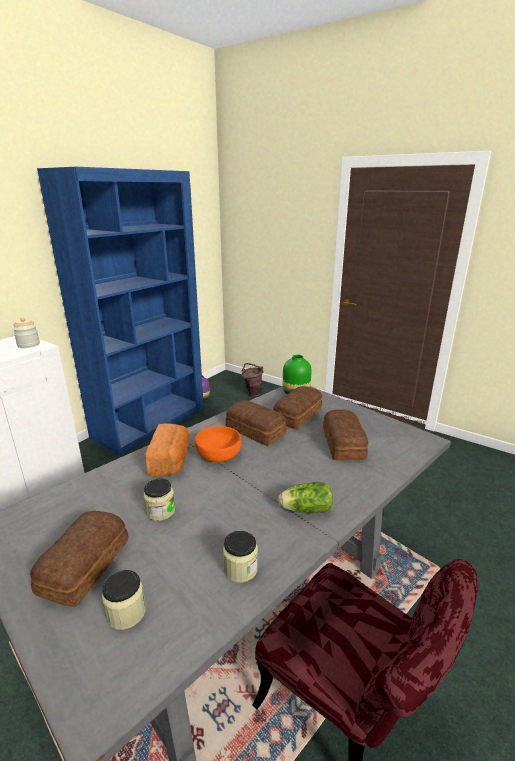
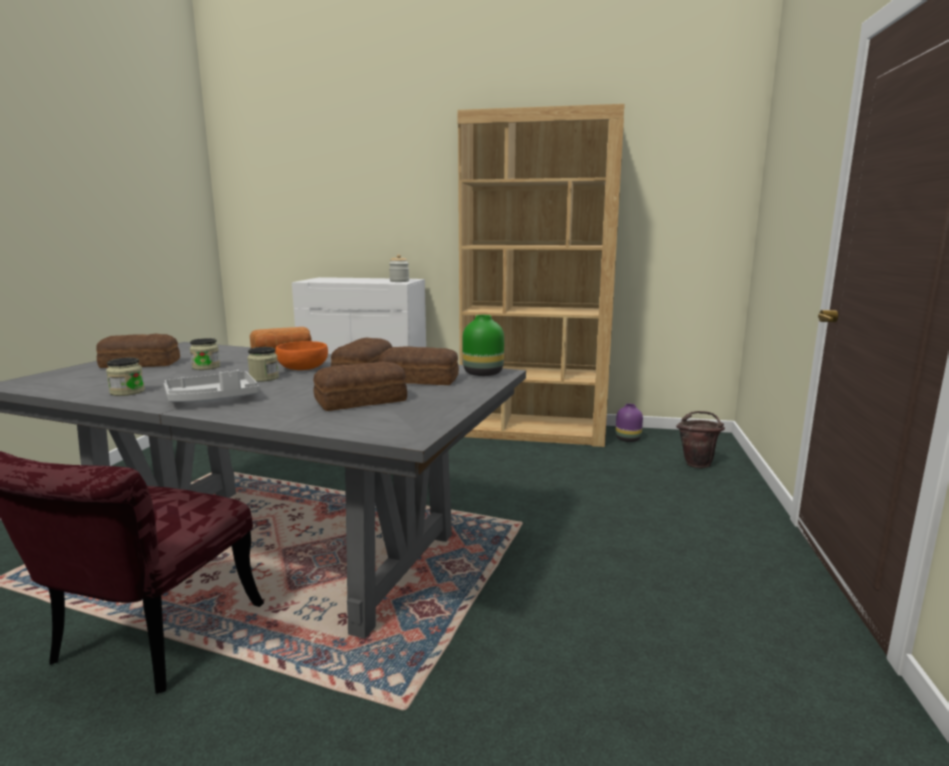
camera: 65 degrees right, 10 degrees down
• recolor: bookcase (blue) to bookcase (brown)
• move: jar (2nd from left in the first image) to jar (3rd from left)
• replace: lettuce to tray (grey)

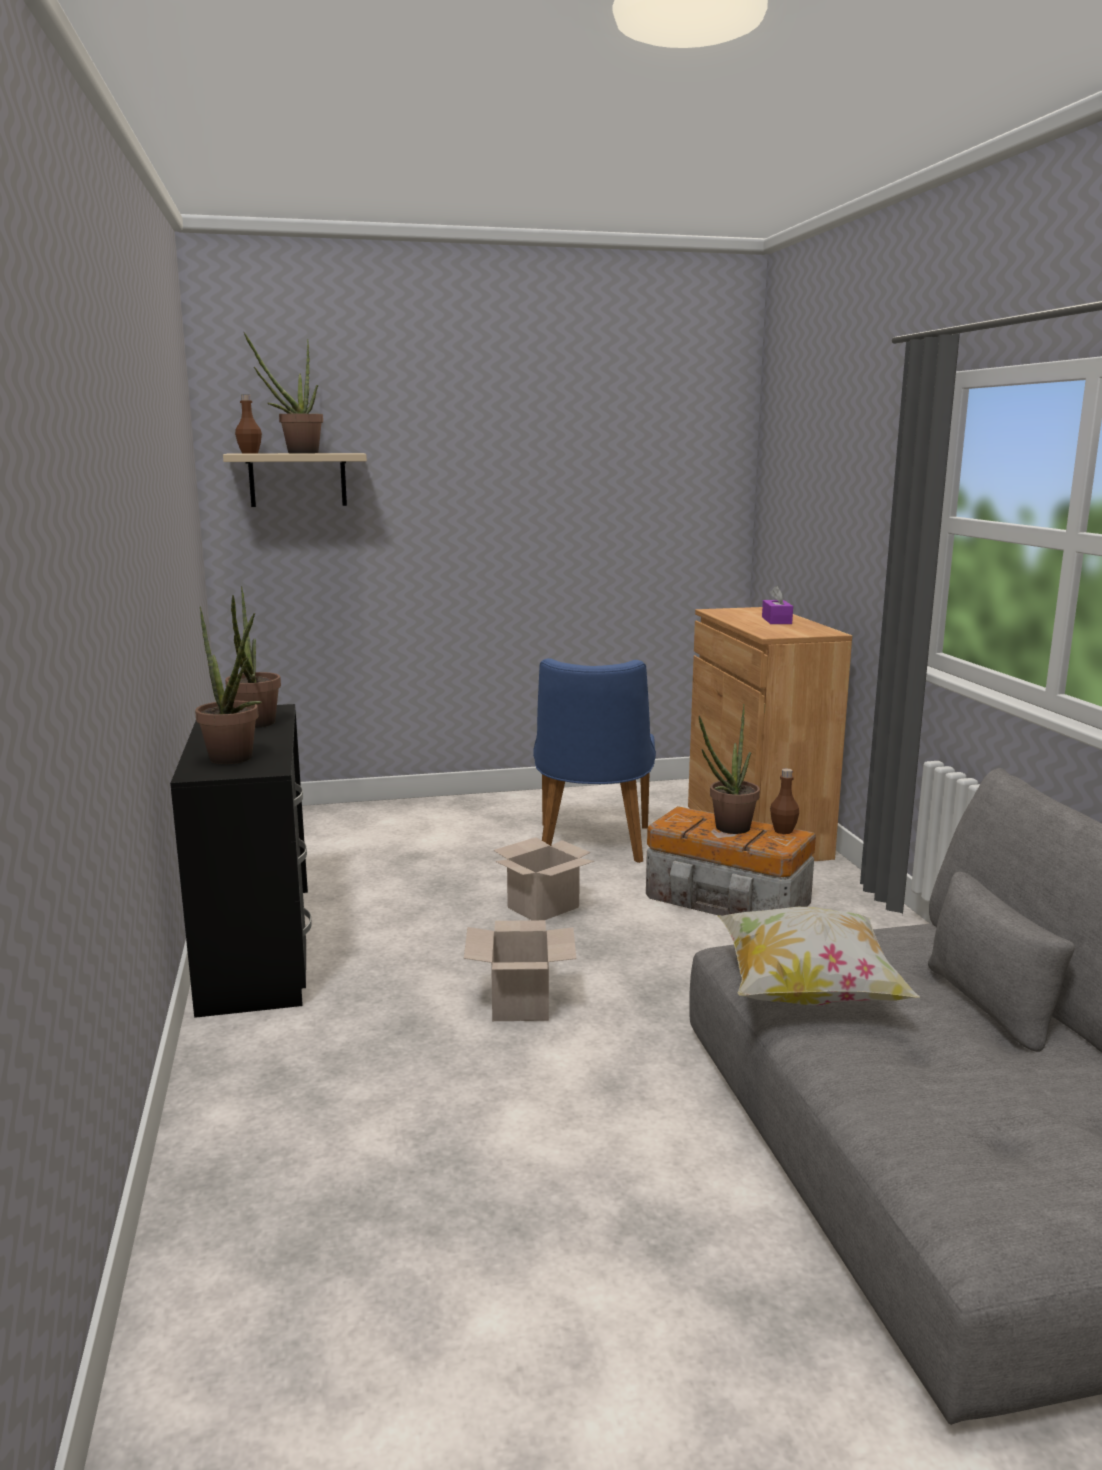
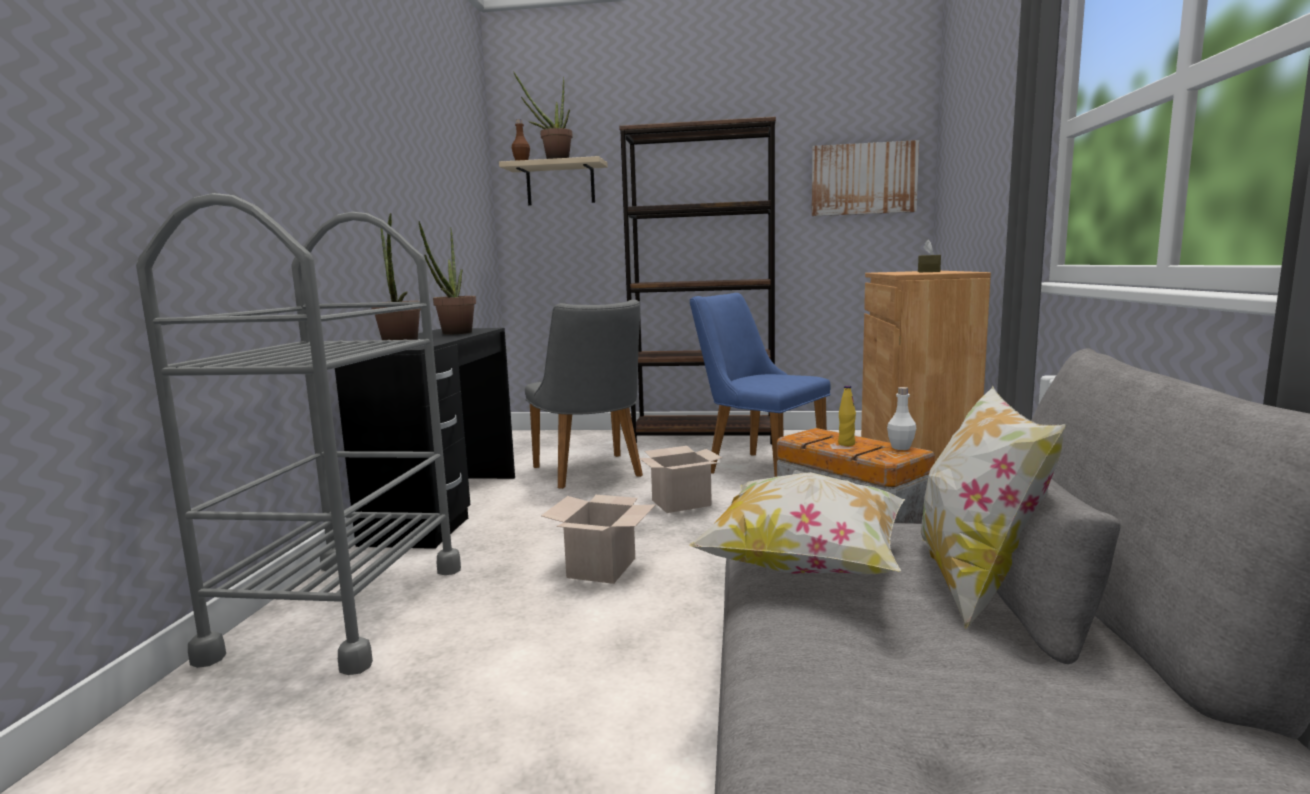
camera: 20 degrees right, 5 degrees down
• rotate: chair (blue) 105 degrees clockwise
• replace: potted plant (4th from left) to bottle (yellow)
• recolor: tissue box (purple) to tissue box (brown)
• recolor: bottle (brown) (2nd from left) to bottle (white)
• insert: cart (grey)
• insert: chair (grey)
• insert: bookcase (brown)
• insert: picture
• insert: pillow (2nd from left)

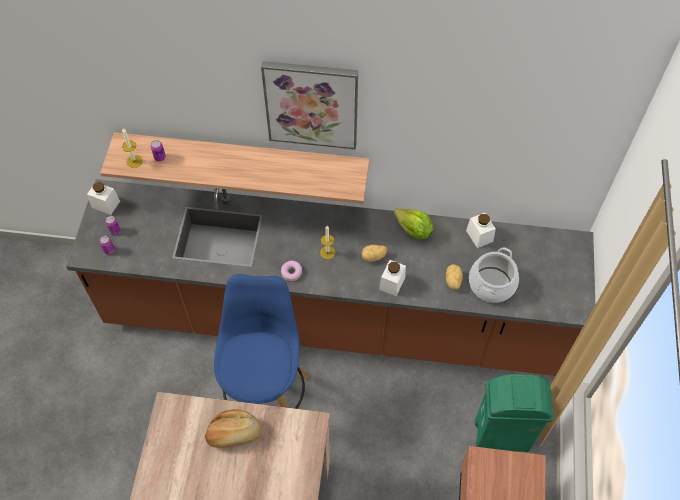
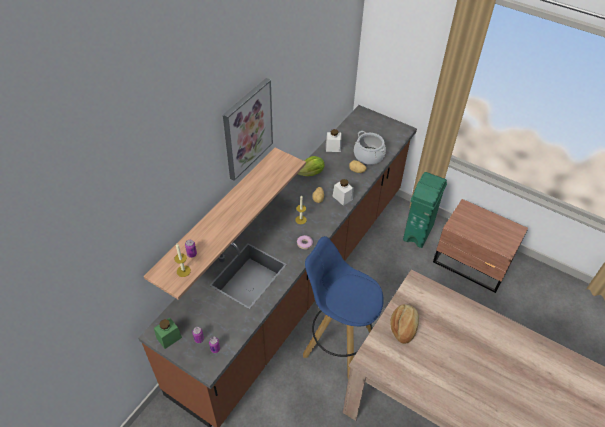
camera: 65 degrees left, 10 degrees down
• recolor: jar (white) (1st from left) to jar (green)

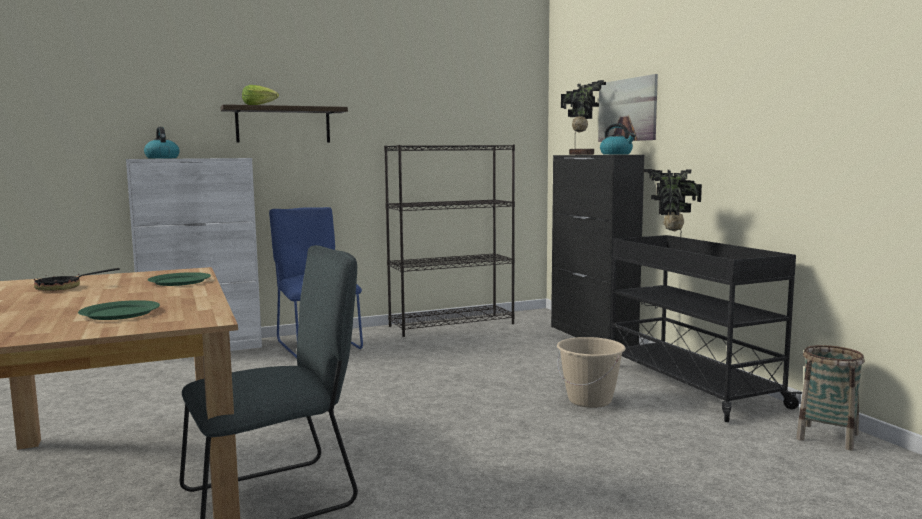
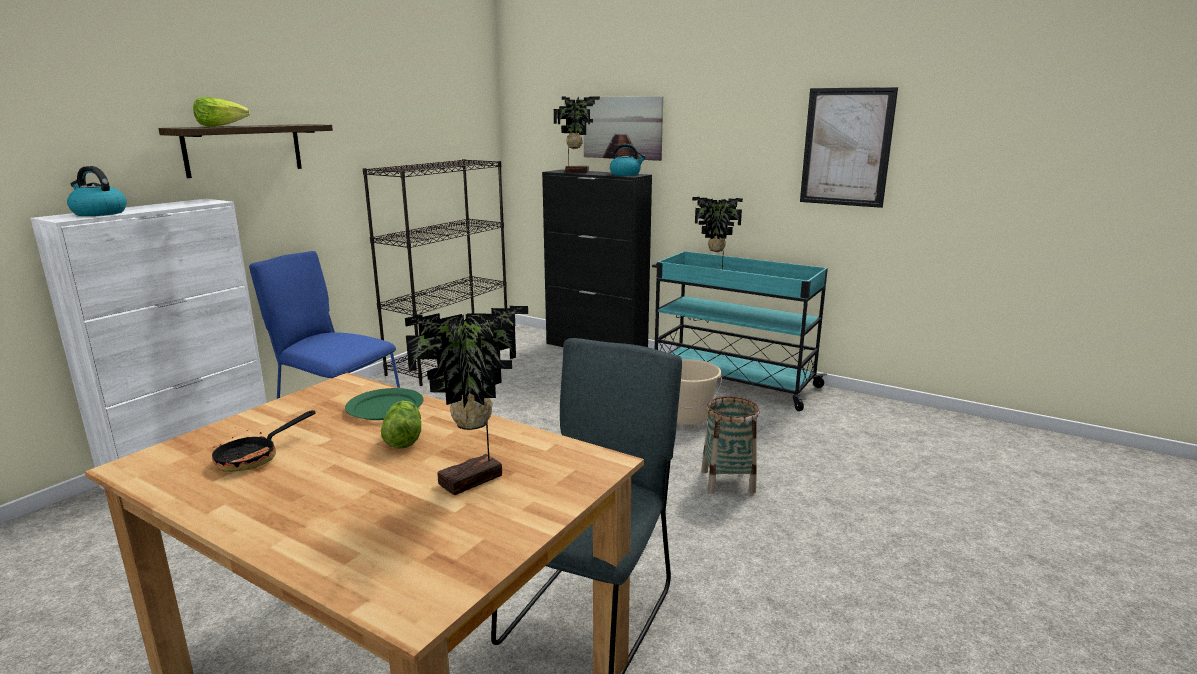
camera: 35 degrees left, 10 degrees up
• replace: plate (green) (1st from left) to potted plant (1st from left)
• recolor: cart (black) to cart (turquoise)
• move: basket
• insert: lettuce (2nd from left)
• insert: picture (2nd from left)

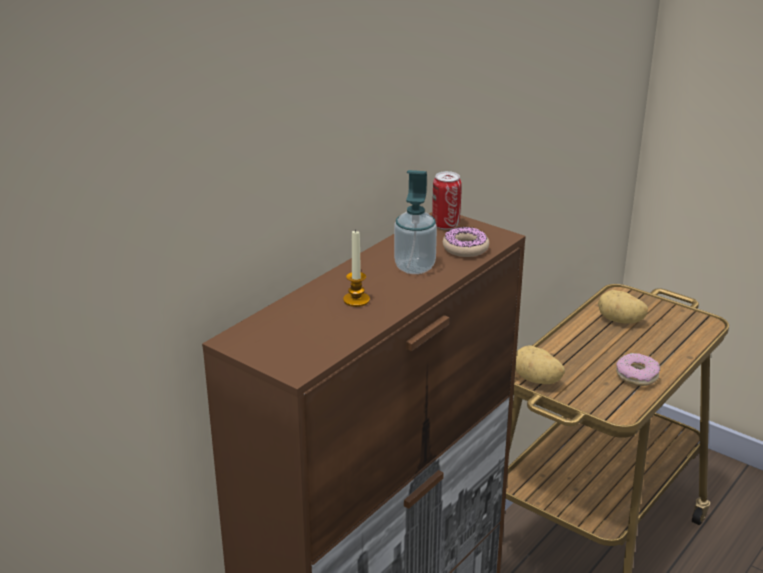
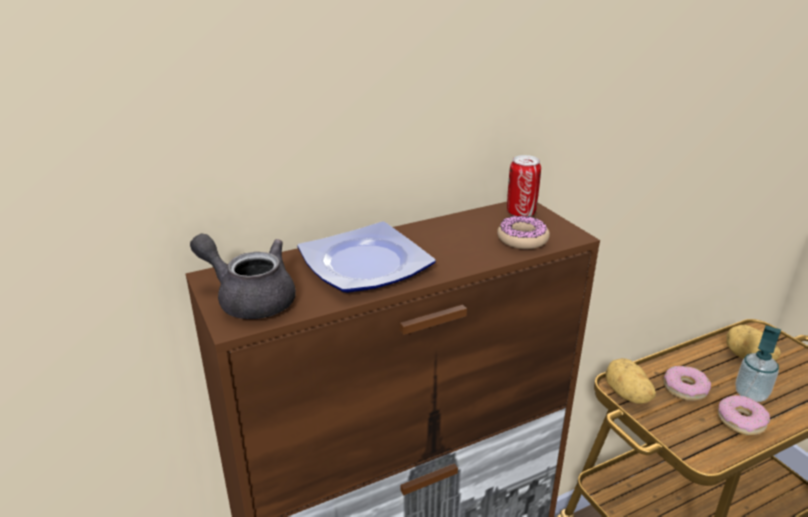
camera: 25 degrees right, 0 degrees up
• replace: candle to plate
• move: soap dispenser
• insert: teapot (grey)
• insert: donut (2nd from left)

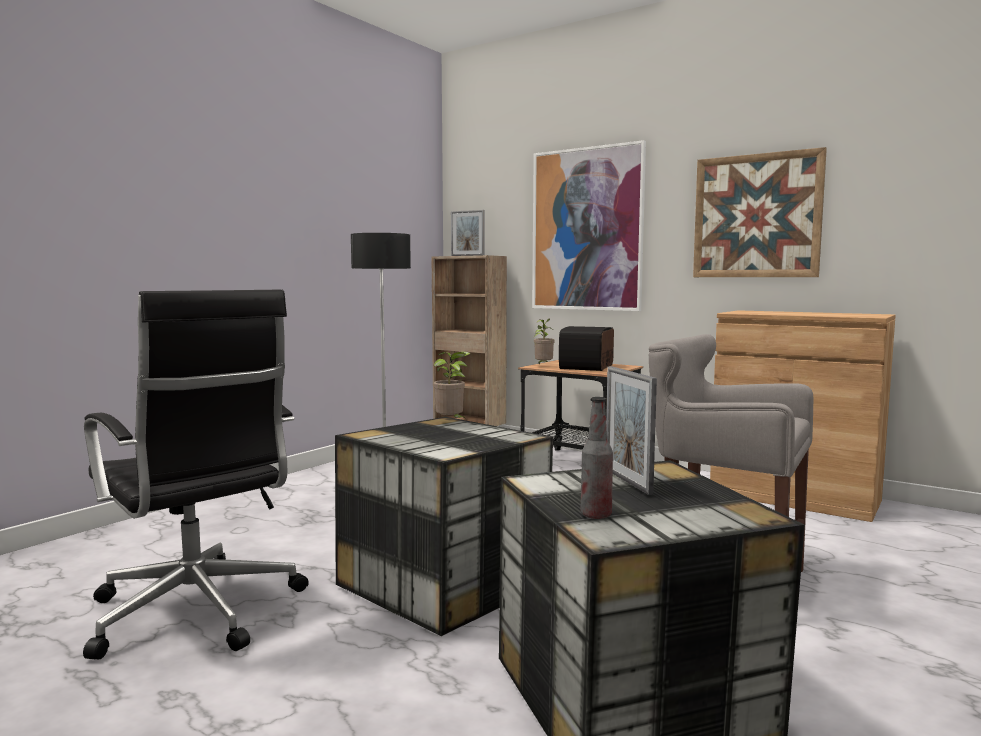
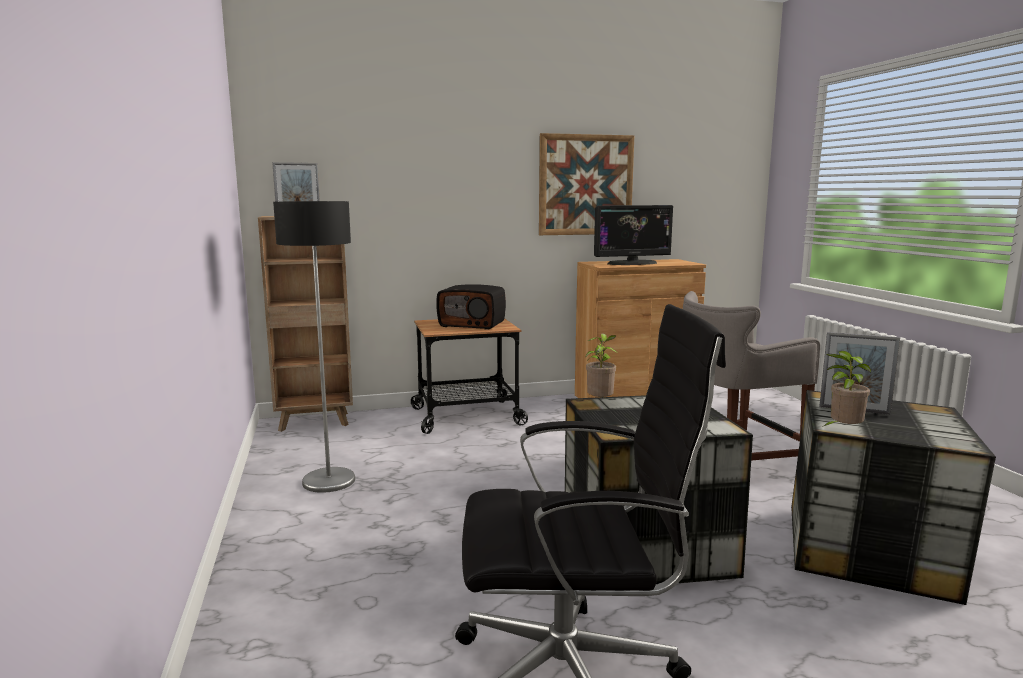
camera: 50 degrees left, 5 degrees up
• delete: picture (1st from left)
• move: potted plant (2nd from left)
• rotate: radio 45 degrees counterclockwise
• delete: bottle
• insert: monitor

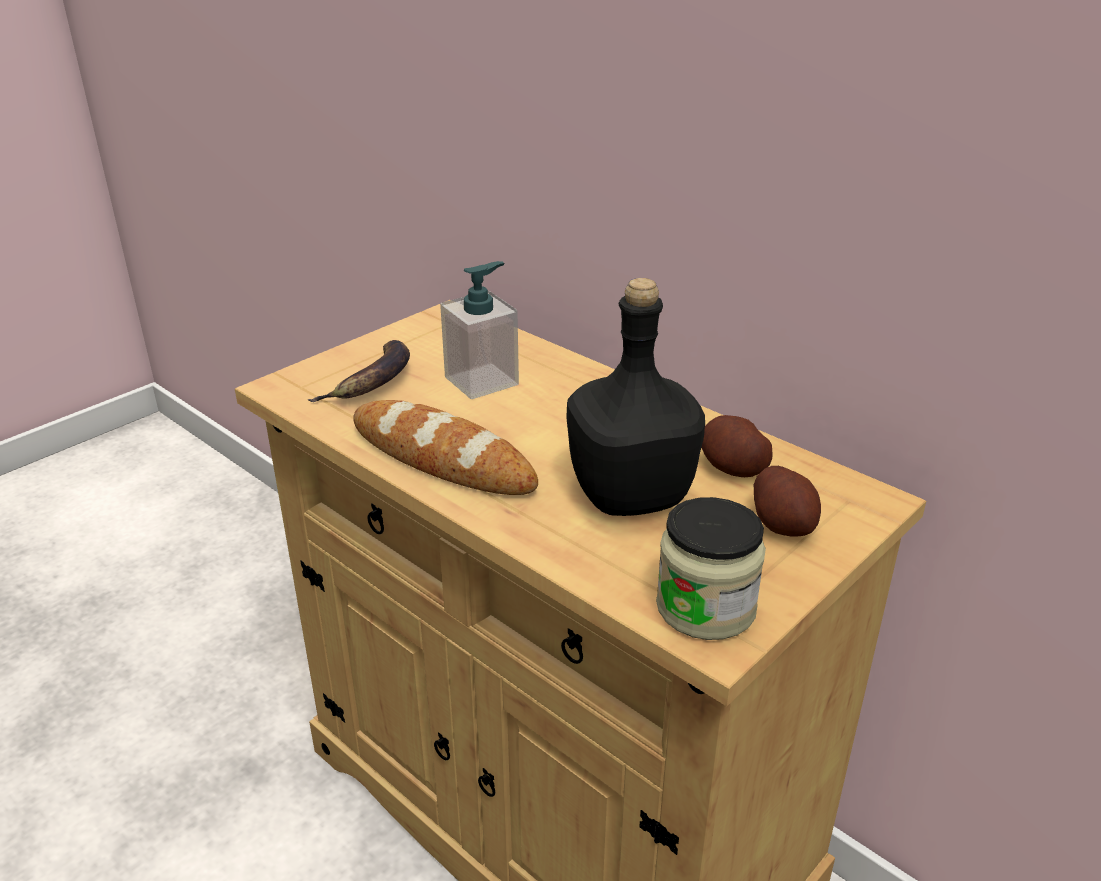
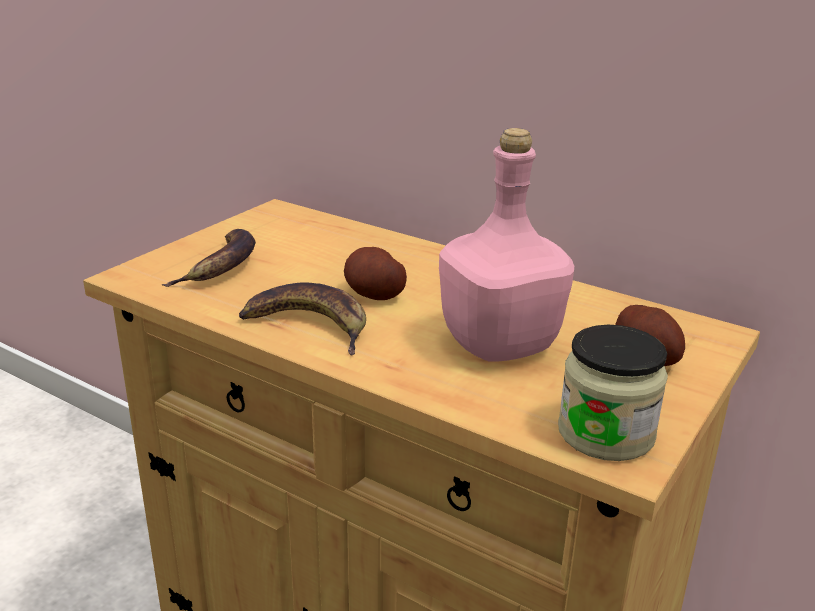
camera: 10 degrees left, 5 degrees down
• replace: bread to banana (2nd from left)
• delete: soap dispenser
• recolor: bottle (black) to bottle (pink)
• move: potato (1st from left)

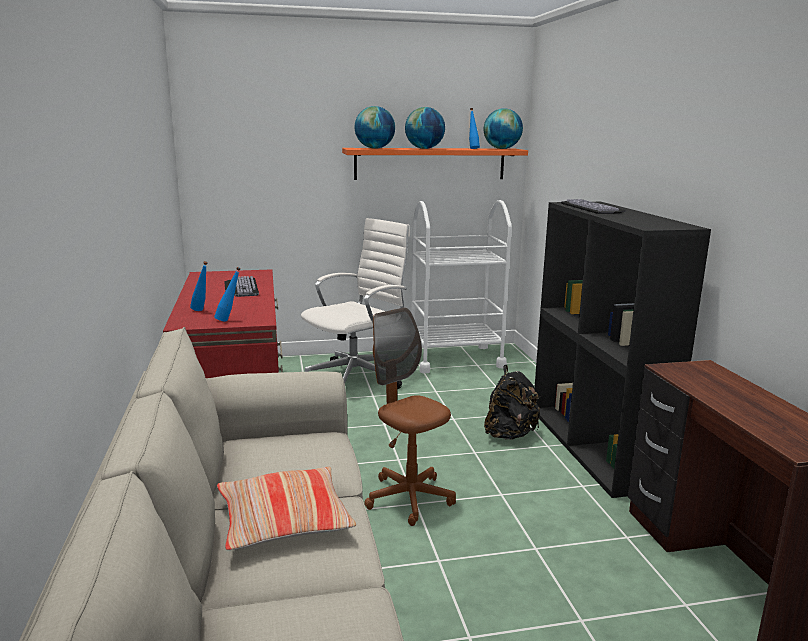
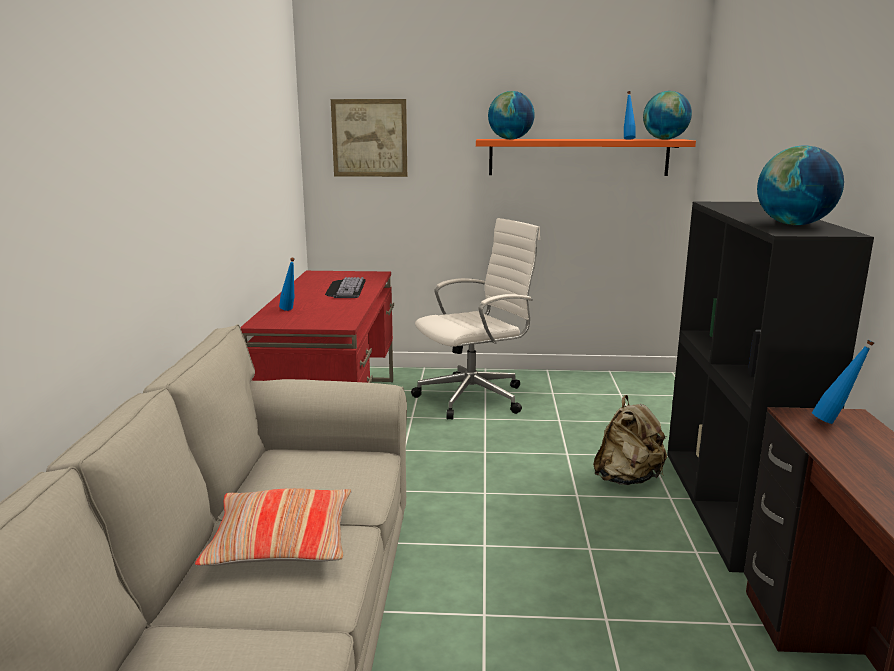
camera: 15 degrees right, 0 degrees up
• move: bottle (blue) (2nd from left in the first image) to bottle (blue) (3rd from left)
• delete: office chair (brown)
• move: globe (2nd from left in the first image) to globe (3rd from left)
• delete: cart (white)
• recolor: backpack (black) to backpack (beige)
• delete: keyboard (2nd from left)
• insert: picture

